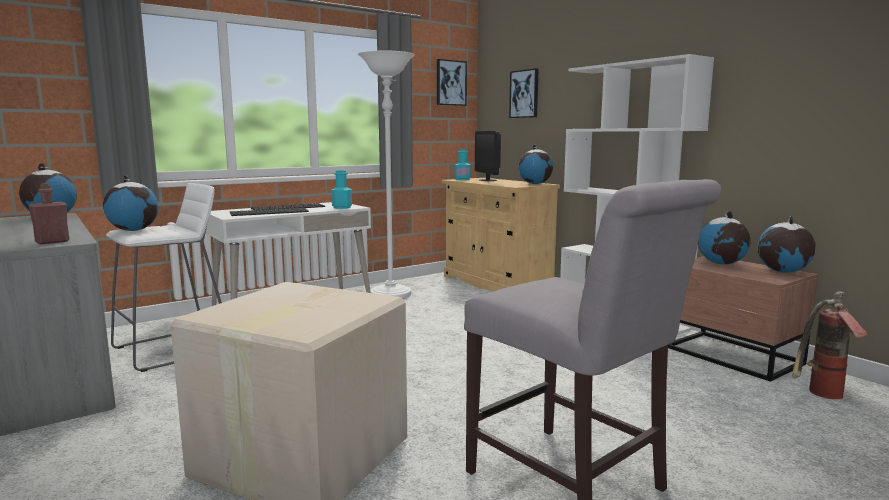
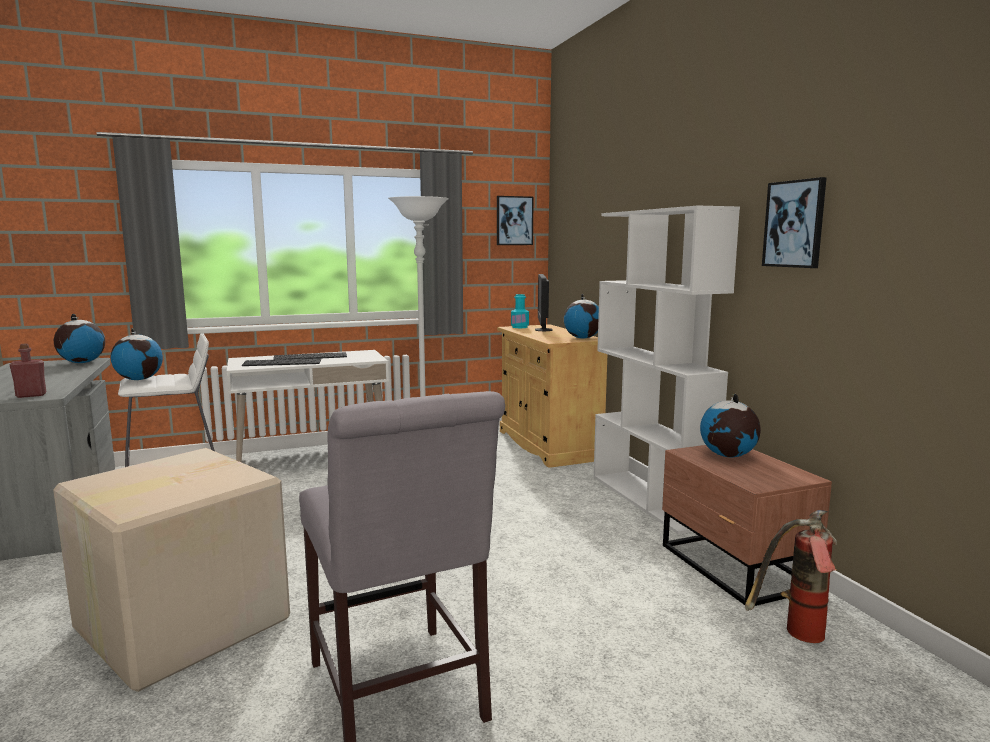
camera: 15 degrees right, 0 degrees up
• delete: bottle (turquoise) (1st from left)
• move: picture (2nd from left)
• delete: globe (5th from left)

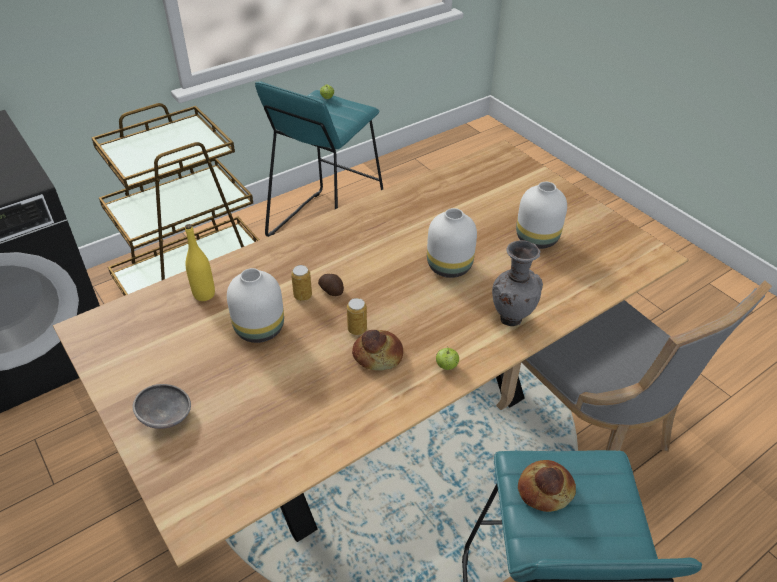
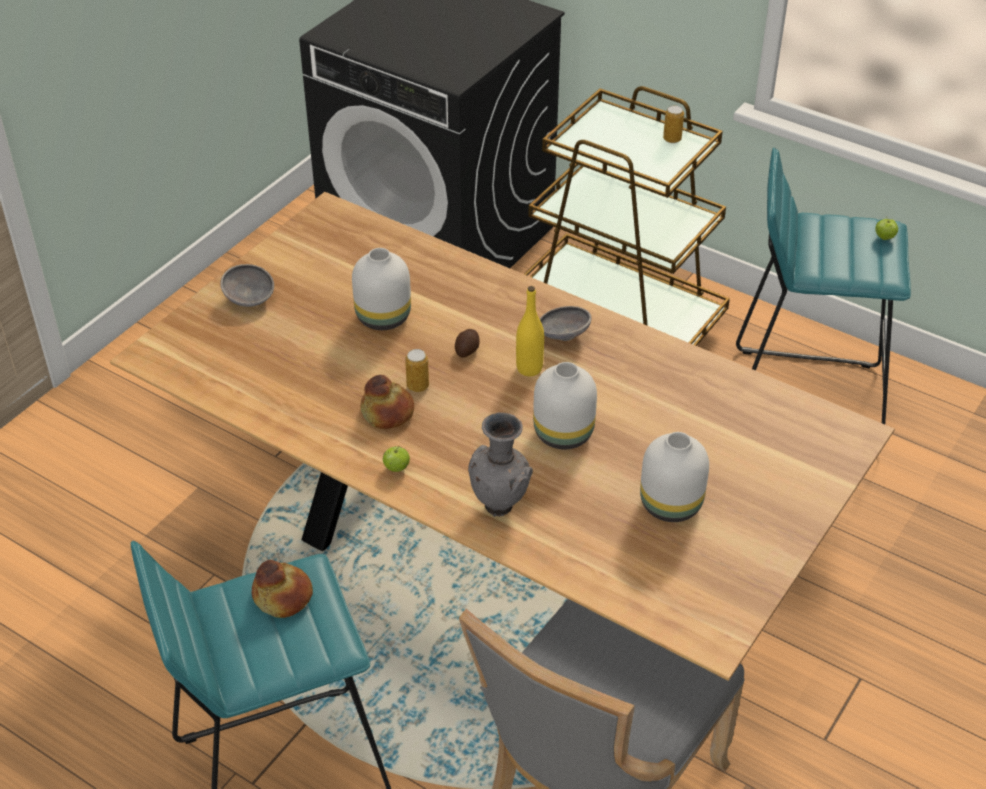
camera: 70 degrees right, 0 degrees up
• move: bottle (yellow)
• move: can (1st from left in the first image) to can (2nd from left)
• insert: bowl (grey) (2nd from left)

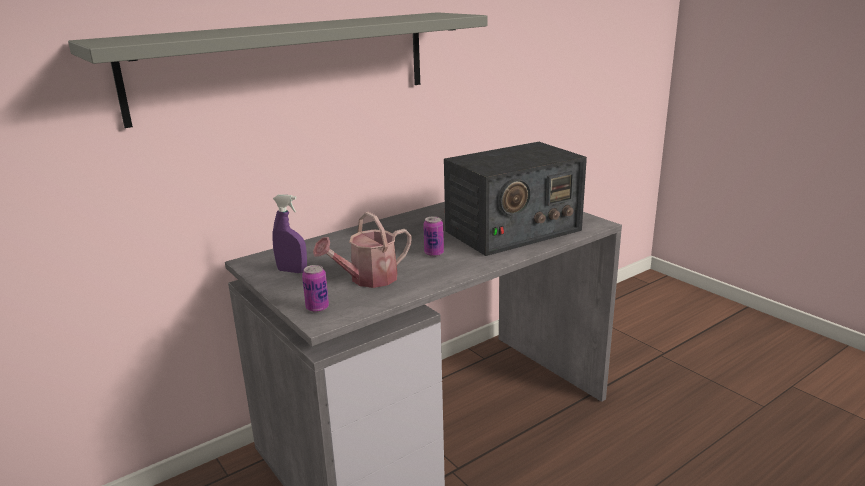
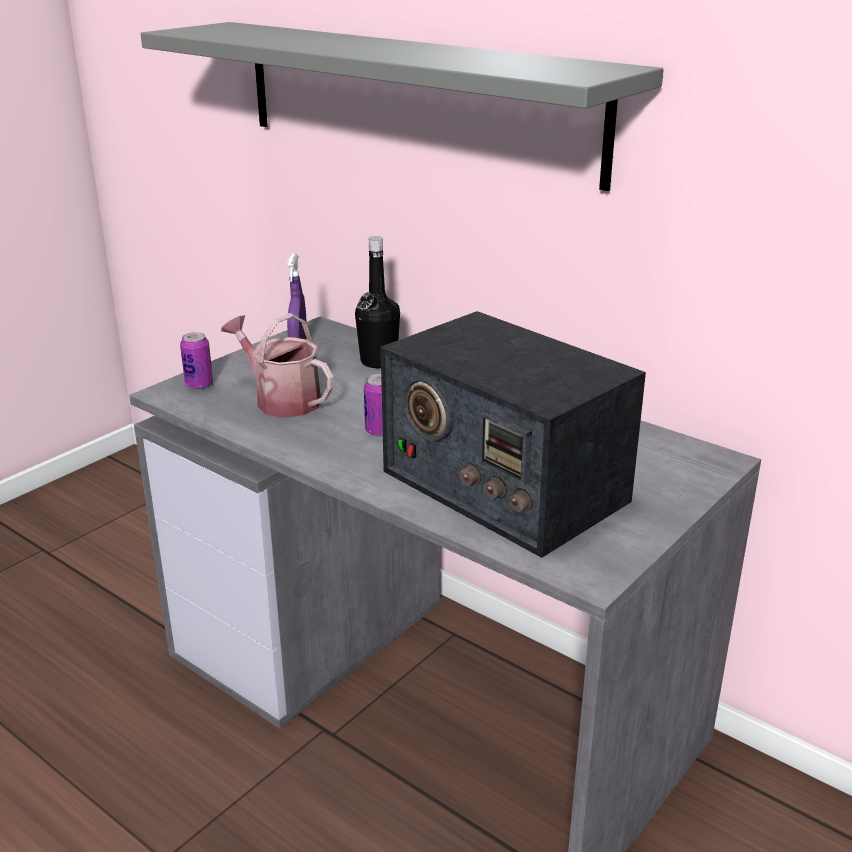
camera: 75 degrees right, 5 degrees up
• insert: bottle (black)

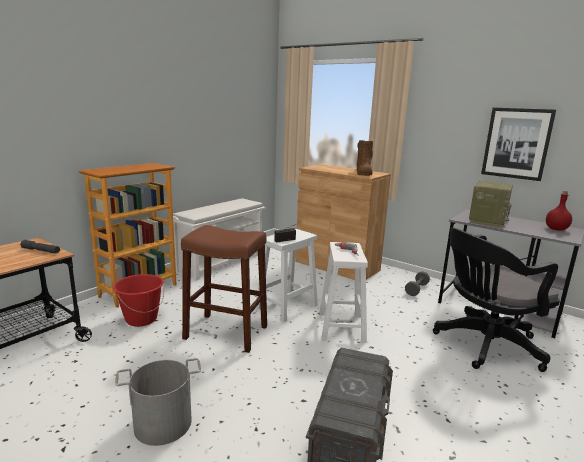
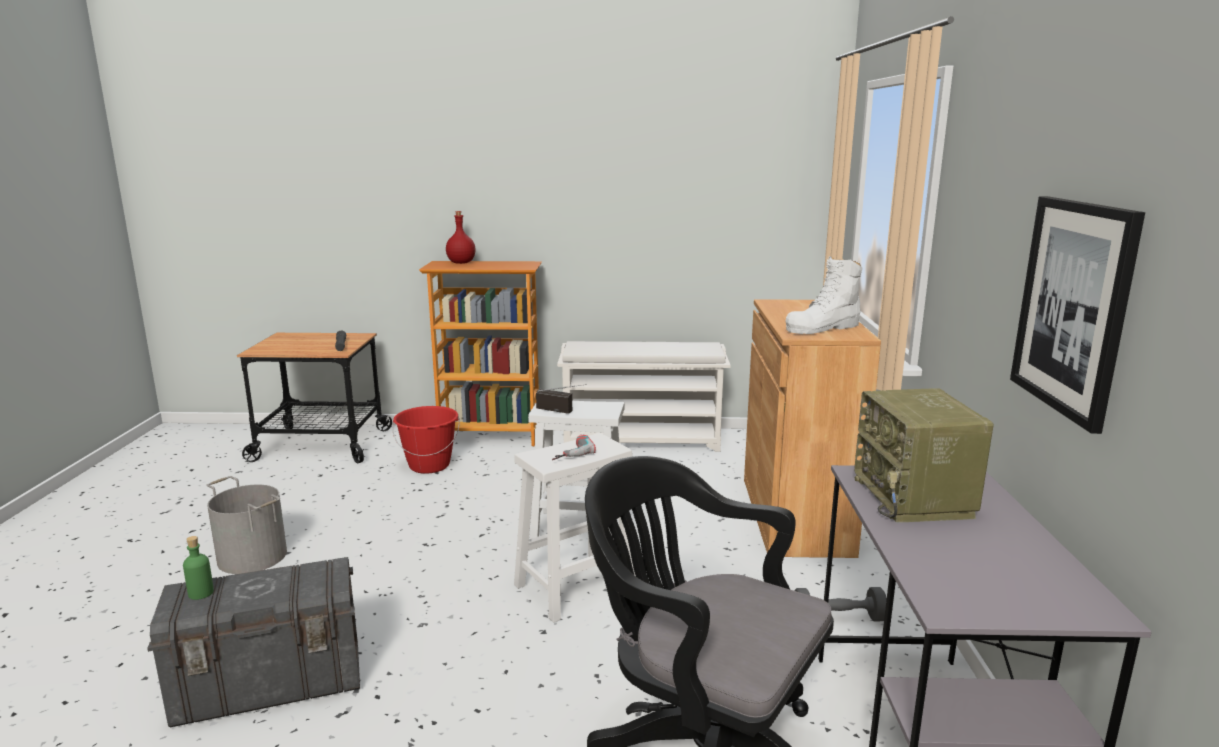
camera: 55 degrees right, 0 degrees up
• delete: stool (brown)
• recolor: boot (brown) to boot (white)
• rotate: radio (2nd from left) 90 degrees clockwise
• move: bottle (red)
• insert: bottle (green)

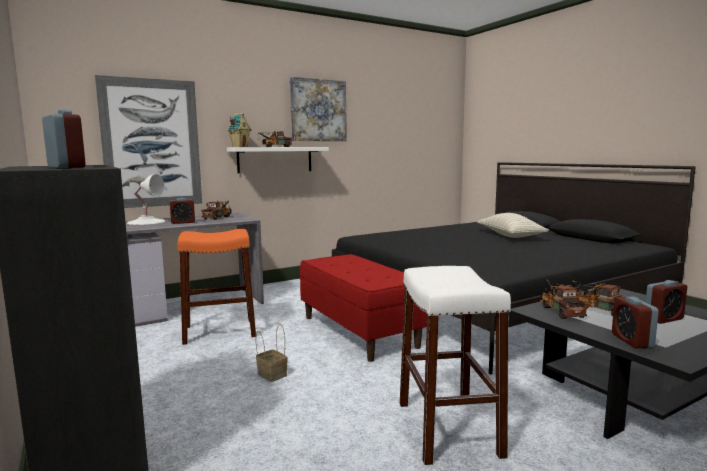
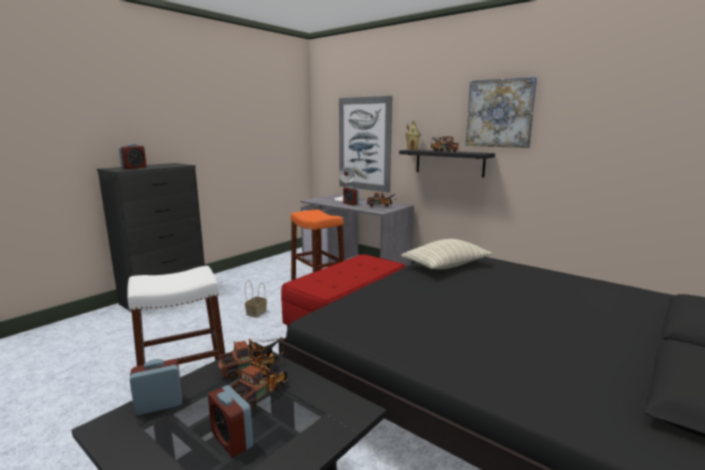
camera: 70 degrees right, 5 degrees up
• recolor: shelf (white) to shelf (black)
• move: pillow

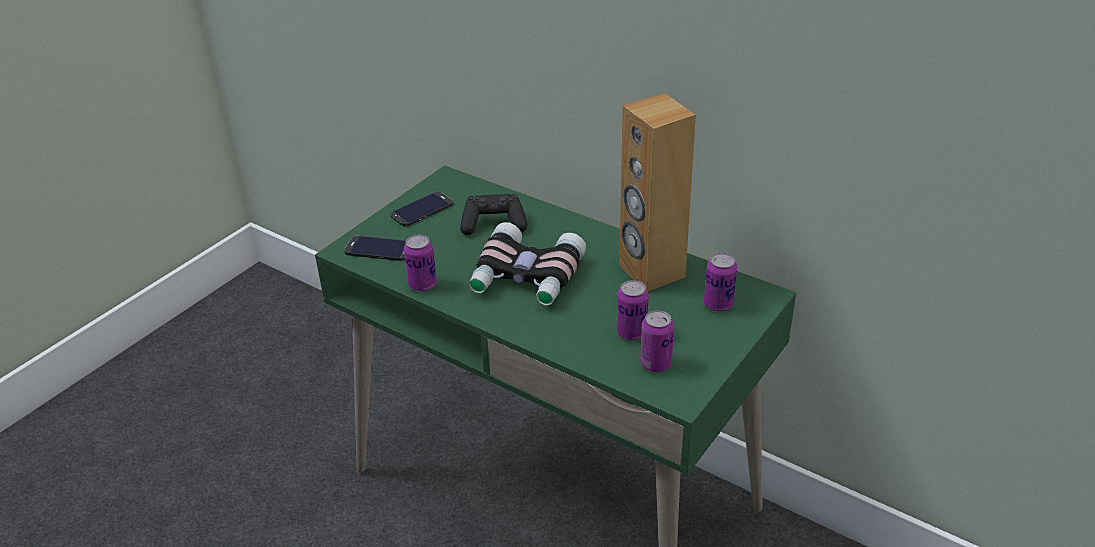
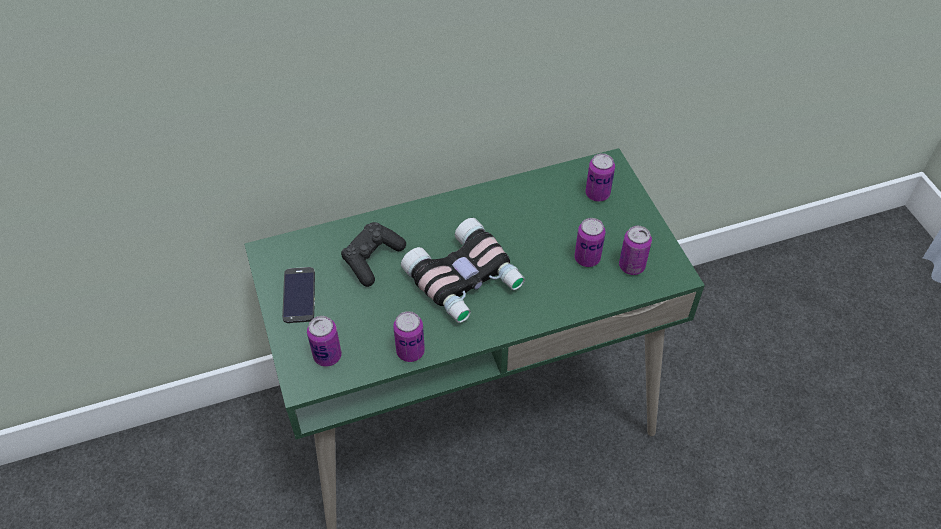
camera: 55 degrees left, 15 degrees up
• replace: phone (1st from left) to can (1st from left)
• delete: speaker (brown)

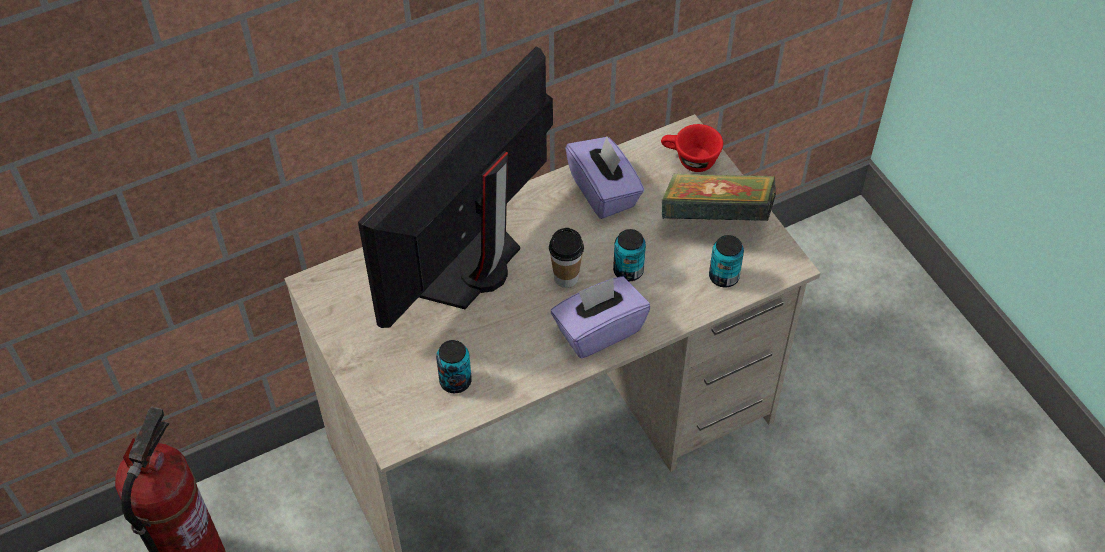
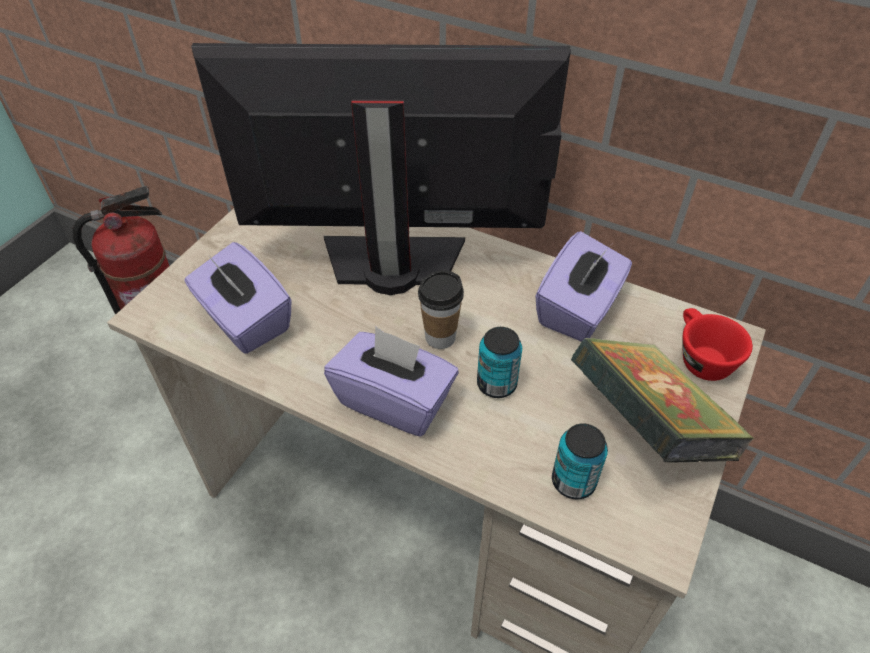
camera: 55 degrees right, 5 degrees down
• replace: can (1st from left) to tissue box (purple) (1st from left)

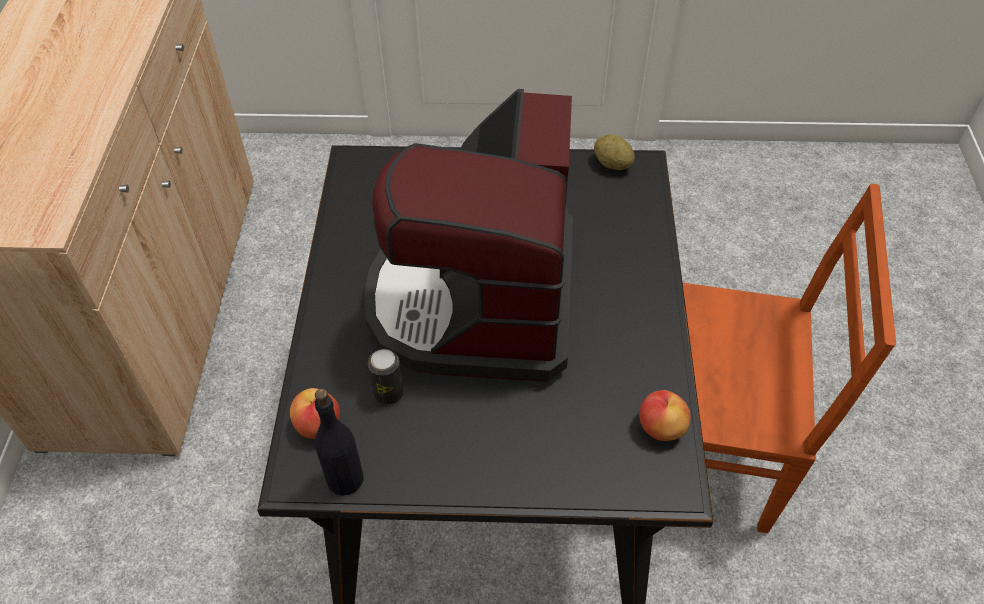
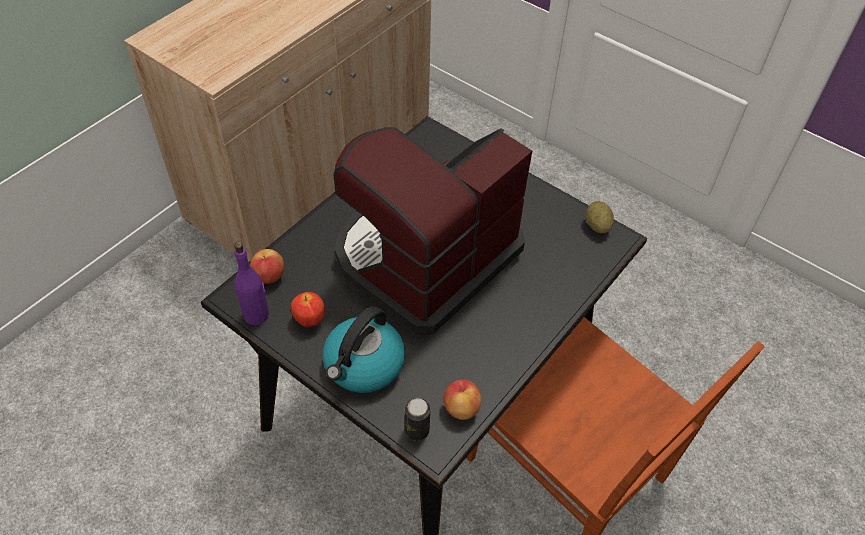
camera: 35 degrees right, 0 degrees up
• recolor: bottle (black) to bottle (purple)
• move: can
• insert: apple (2nd from left)
• insert: kettle

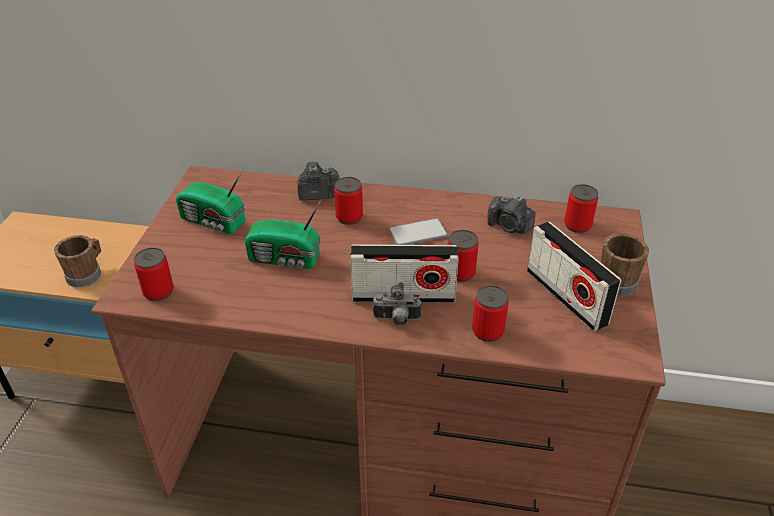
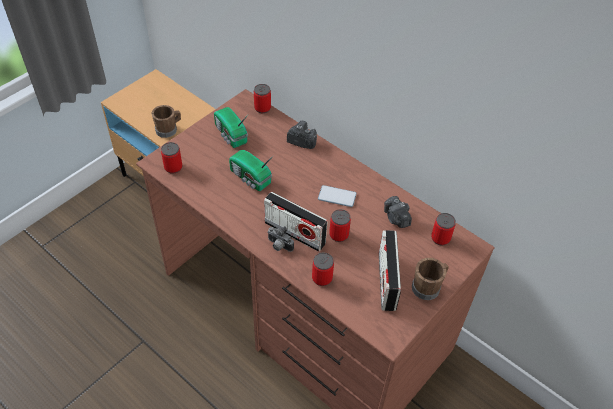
camera: 30 degrees right, 10 degrees up
• move: can (2nd from left)

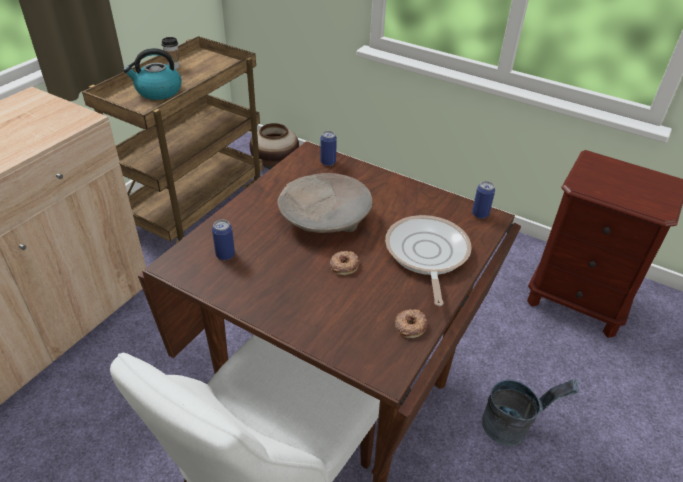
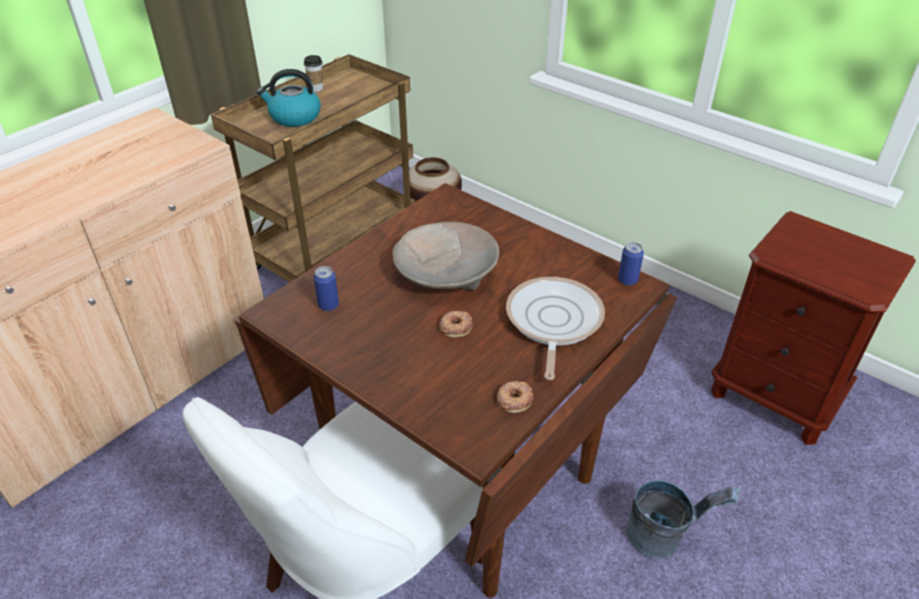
camera: 10 degrees right, 0 degrees up
• delete: can (2nd from left)

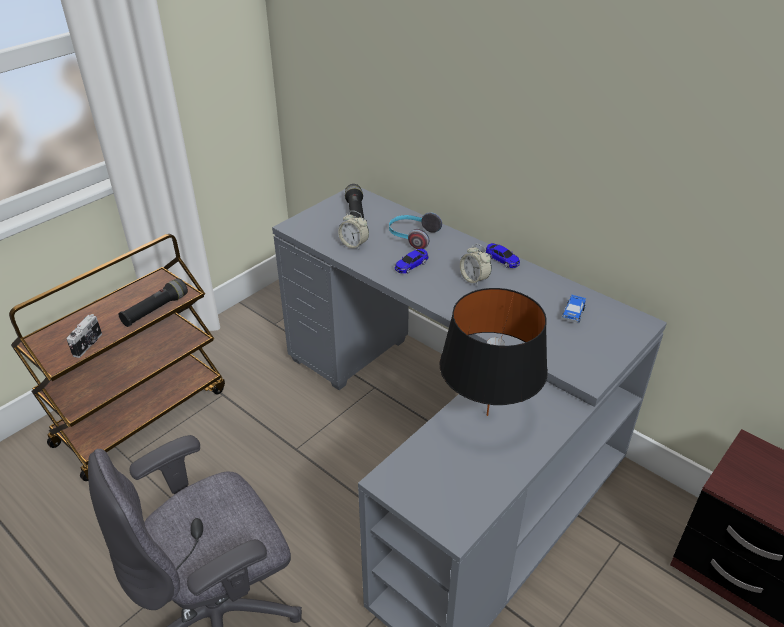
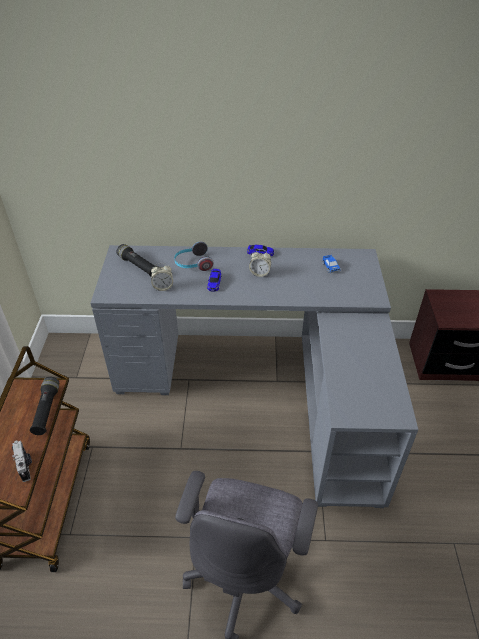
camera: 40 degrees left, 5 degrees up
• delete: table lamp (black)

